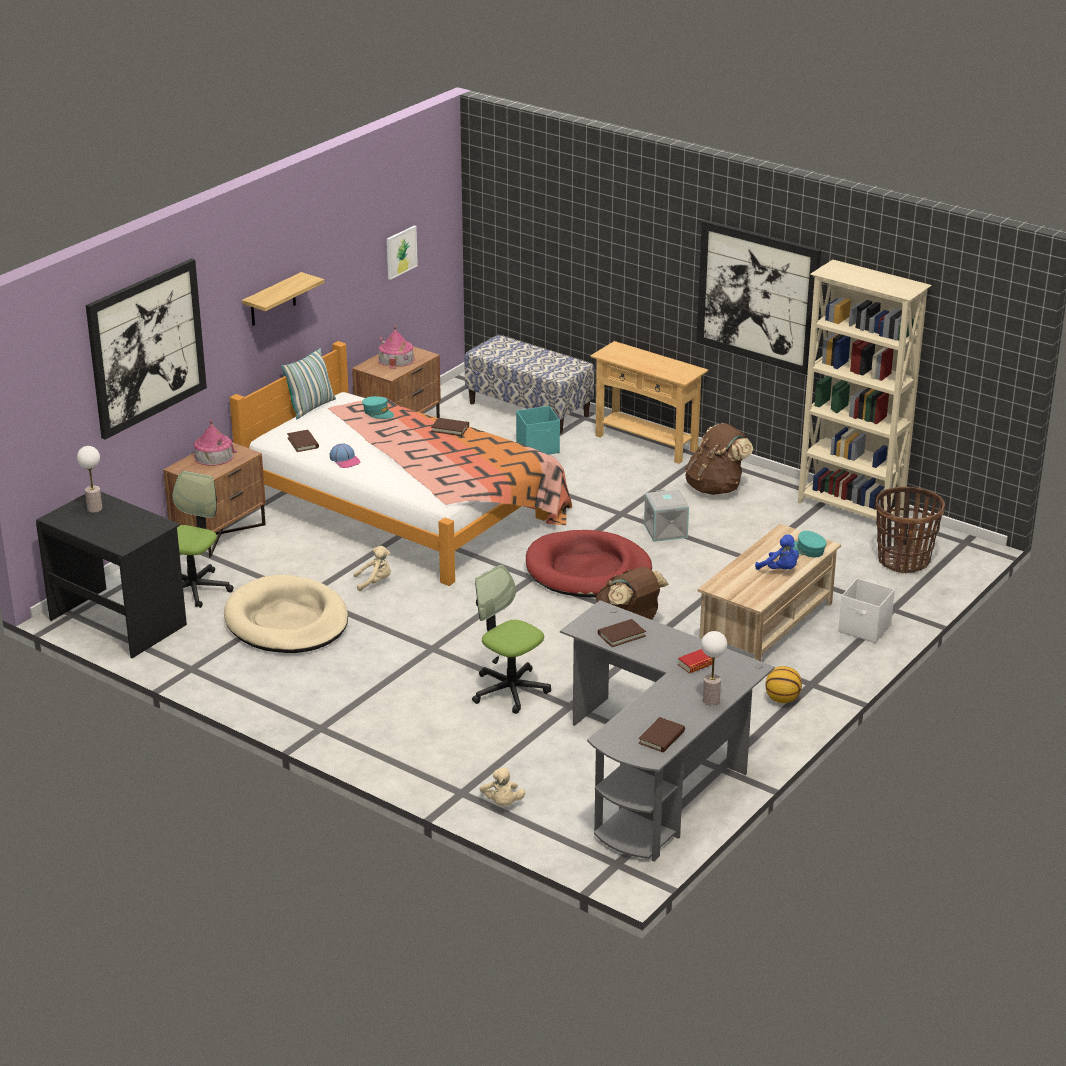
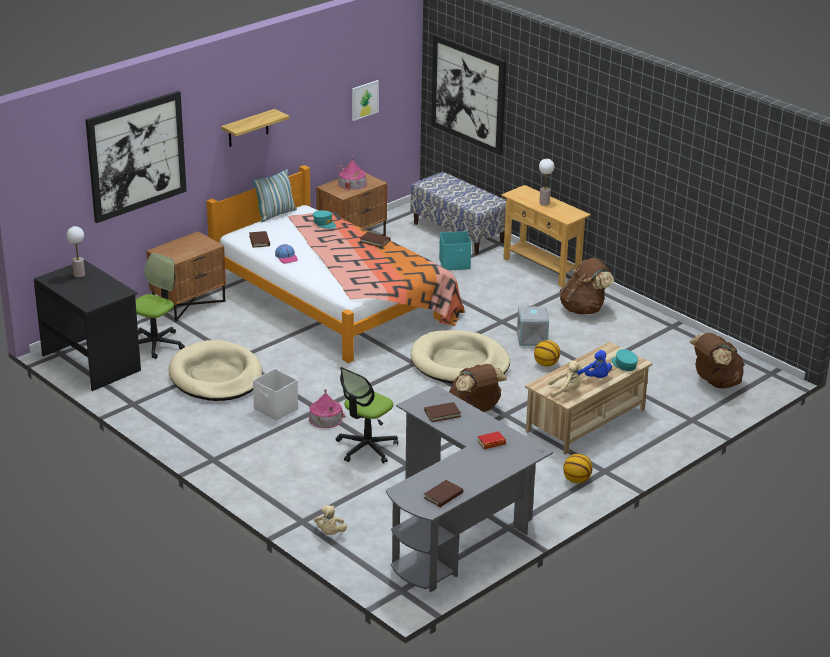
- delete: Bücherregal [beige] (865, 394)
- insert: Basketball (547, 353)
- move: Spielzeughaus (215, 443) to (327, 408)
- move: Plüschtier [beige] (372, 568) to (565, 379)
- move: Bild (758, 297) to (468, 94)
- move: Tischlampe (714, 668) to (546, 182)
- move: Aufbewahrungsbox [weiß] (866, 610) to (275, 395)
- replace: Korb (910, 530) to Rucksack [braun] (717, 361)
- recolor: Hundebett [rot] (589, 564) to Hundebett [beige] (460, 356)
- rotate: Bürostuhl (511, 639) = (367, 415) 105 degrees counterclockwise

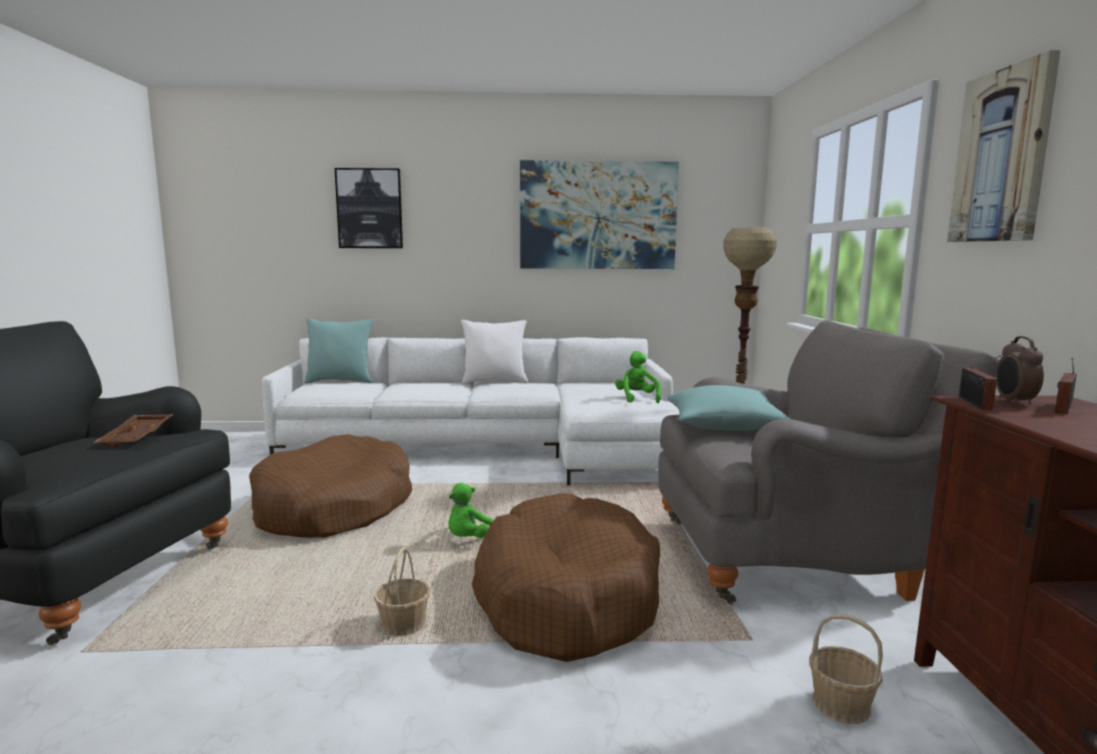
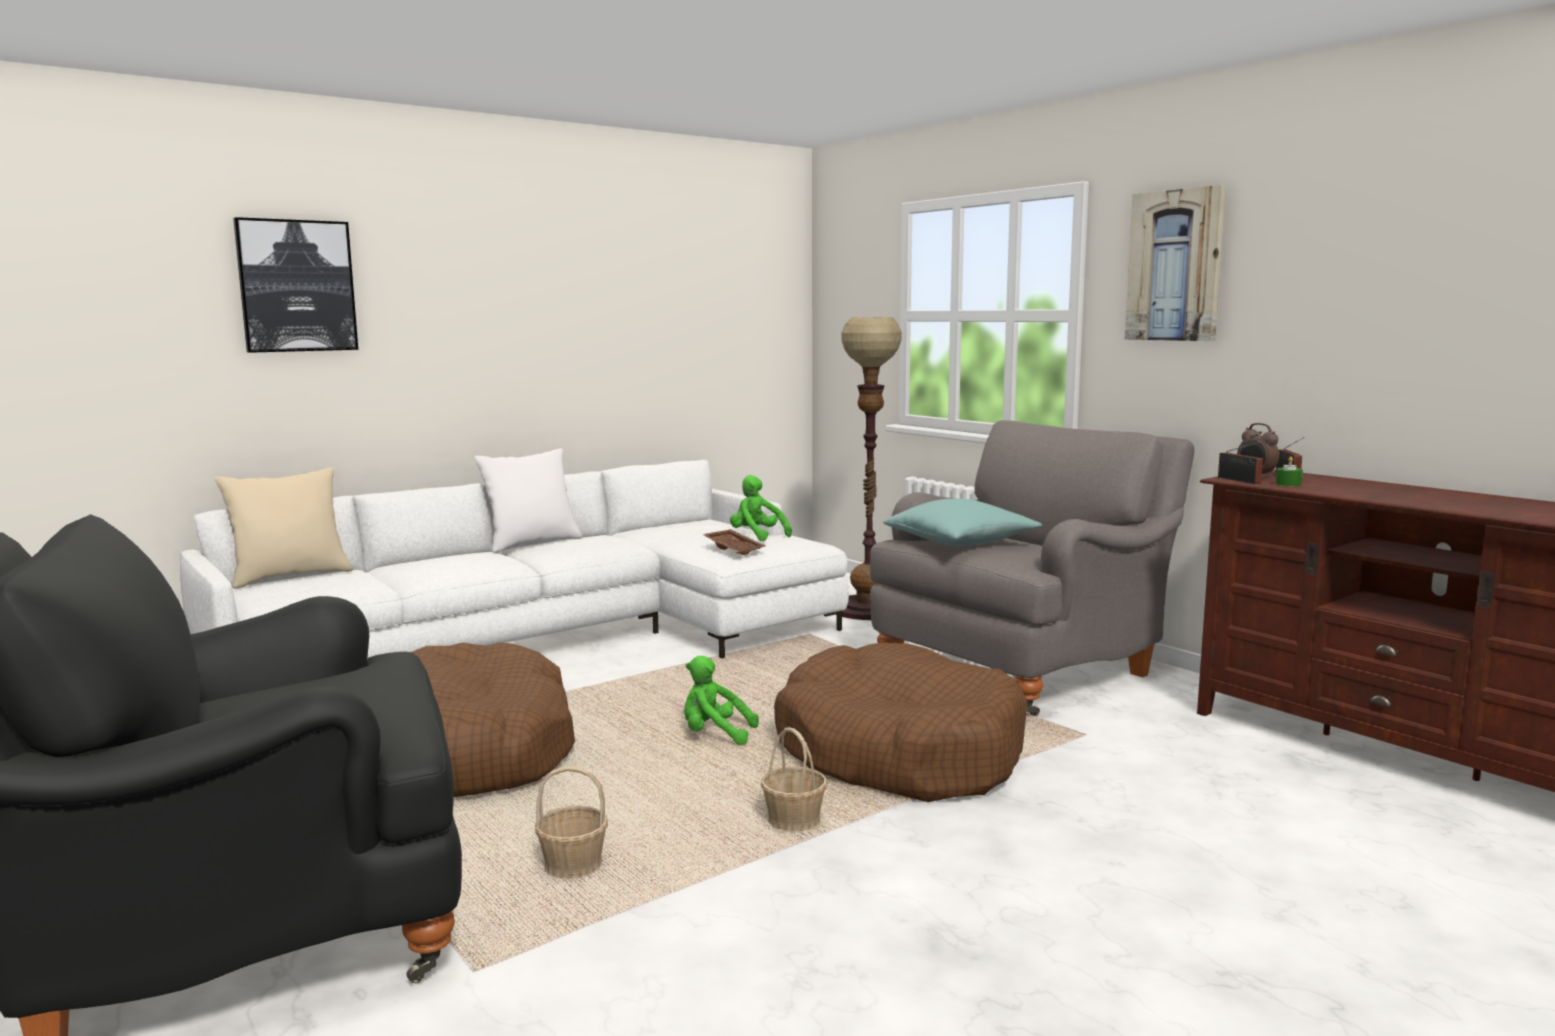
- delete: Bild (599, 214)
- insert: Kerze [grün] (1289, 471)
- move: Tablett [braun] (133, 430) to (734, 542)
- move: Korb (846, 669) to (571, 822)
- recolor: Kissen [türkis] (338, 351) to Kissen [beige] (284, 528)
- rotate: Plüschtier [grün] (471, 510) = (721, 700) 105 degrees clockwise

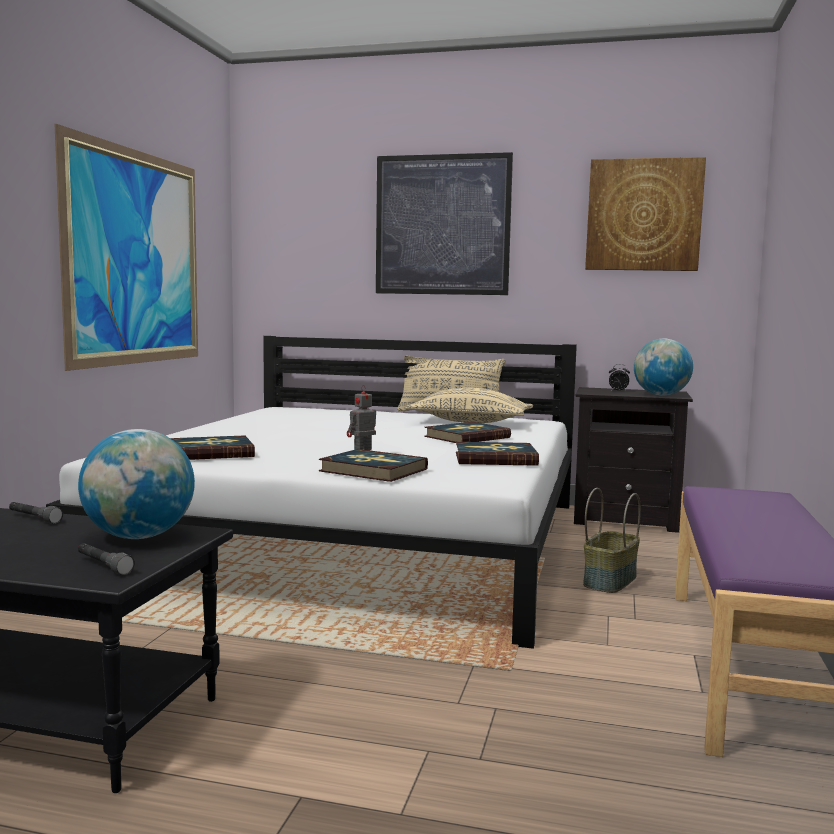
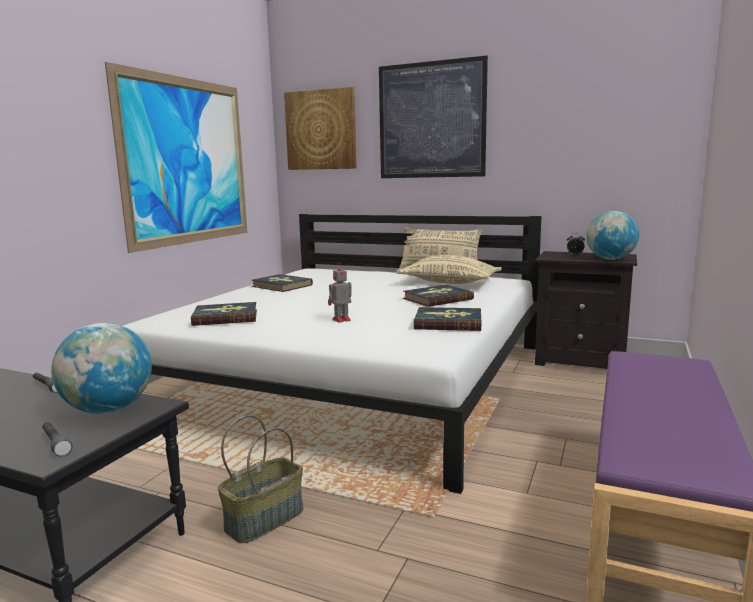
- move: Buch (373, 465) to (282, 283)
- move: Korb (612, 540) to (261, 479)
- move: Bild (645, 214) to (320, 128)

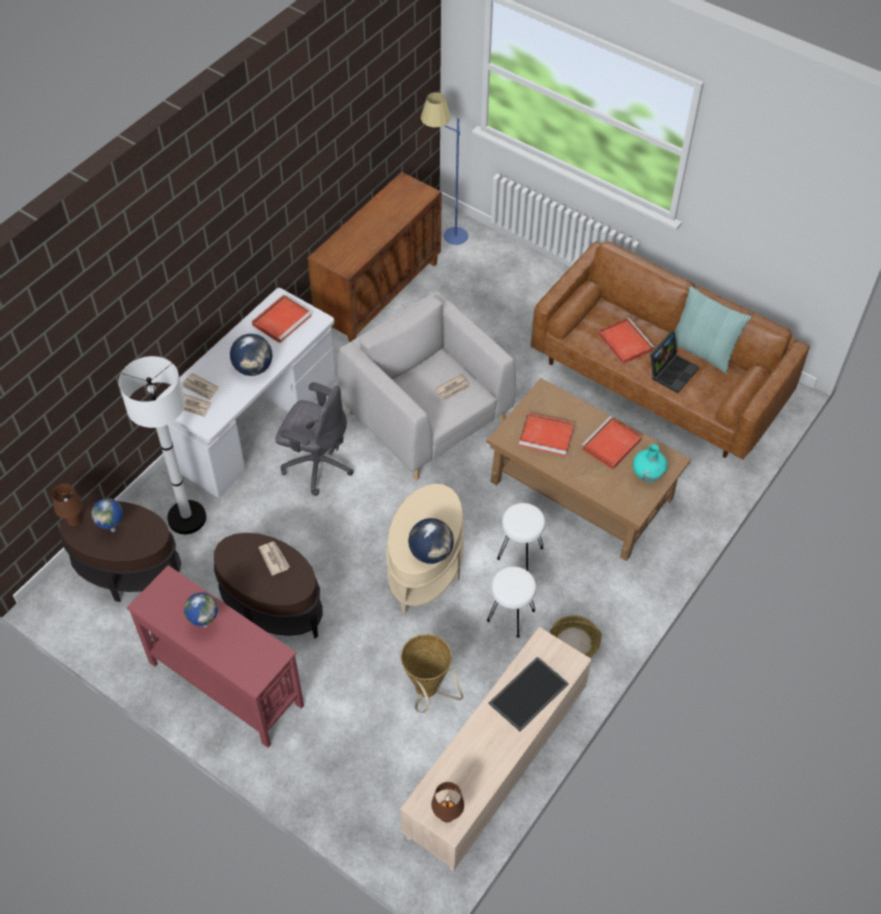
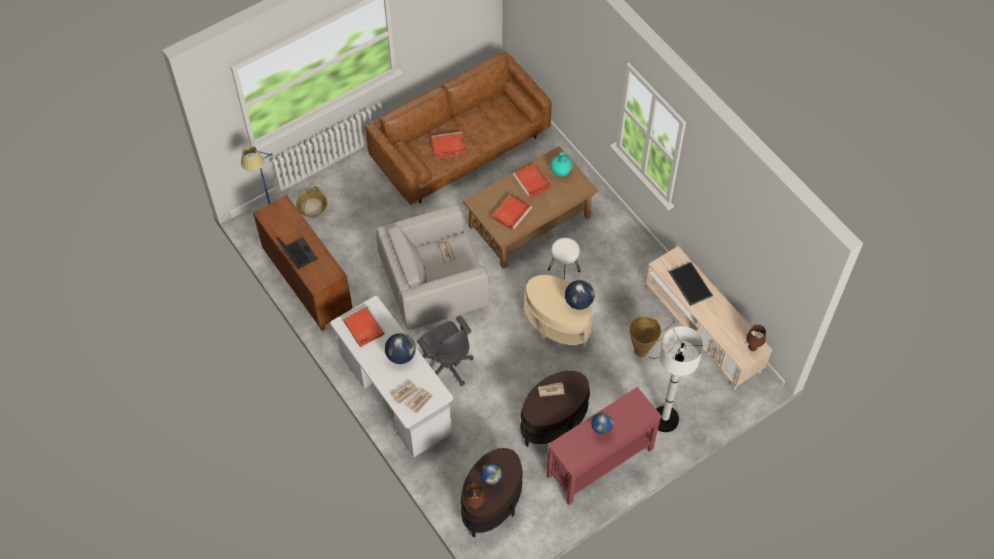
- delete: Hocker [weiß] (511, 602)
- delete: Kissen (713, 330)
- move: Stehlampe [weiß] (162, 445) to (679, 379)
- move: Korb (576, 636) to (311, 201)
- move: Laptop (674, 361) to (296, 253)
- rotate: Bürostuhl [grau] (314, 439) = (445, 351) 105 degrees clockwise

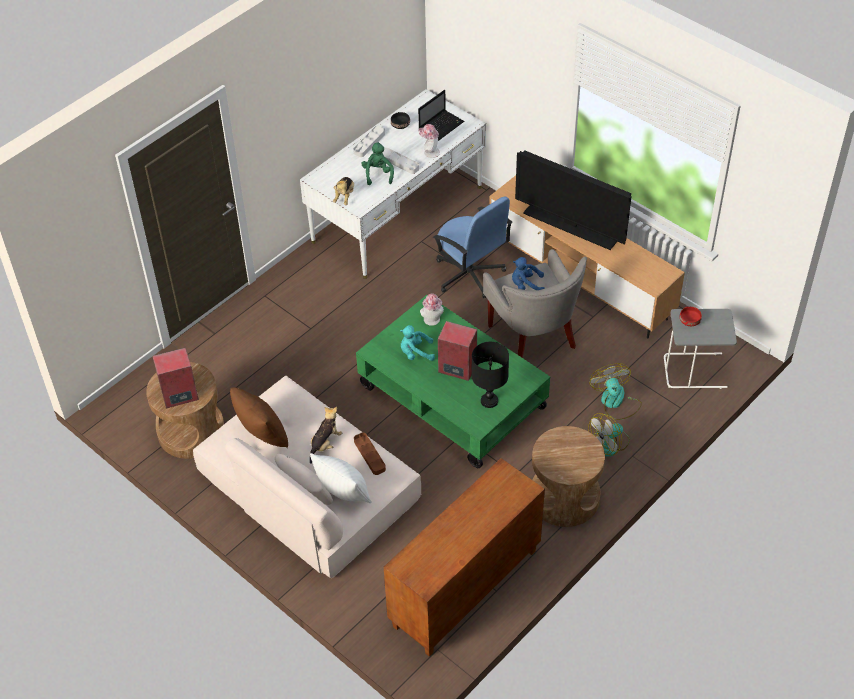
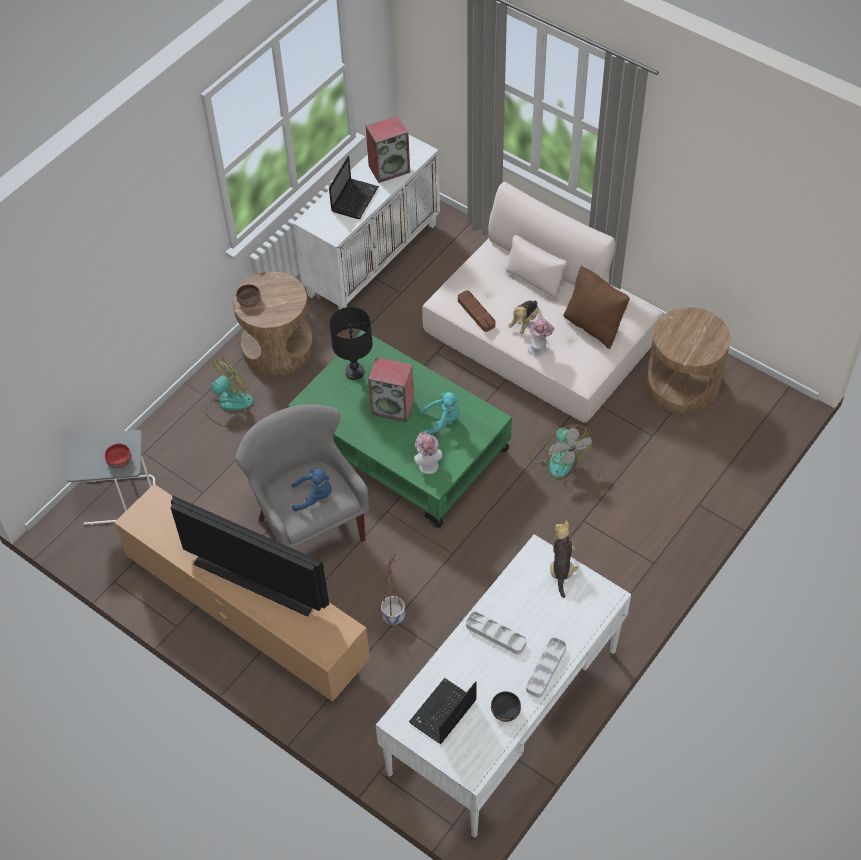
- delete: Kissen [weiß] (341, 478)
- delete: Plüschtier [grün] (377, 163)
- insert: Schüssel [braun] (248, 295)
- insert: Laptop (354, 187)
- move: Lautsprecher (176, 377) to (388, 149)
- move: Hut (429, 141) to (541, 337)
- move: Ventilator (615, 391) to (561, 451)
- replace: Bürostuhl [blau] (472, 247) to Pflanzkübel (393, 589)
- recolor: Schrank [braun] (464, 557) to Schrank [weiß] (366, 222)

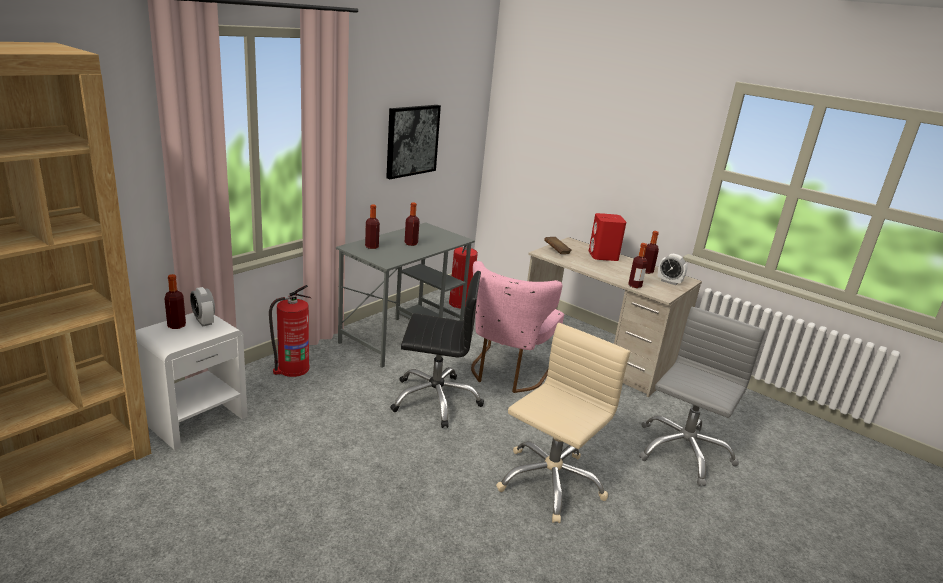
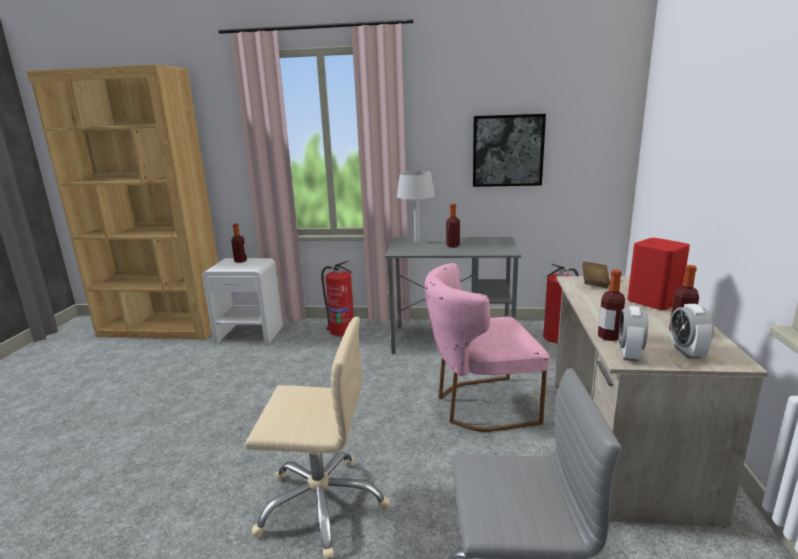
- delete: Bürostuhl [schwarz] (437, 349)
- move: Wecker (202, 307) to (633, 334)
- replace: Flasche (372, 226) to Tischlampe [grau] (416, 207)

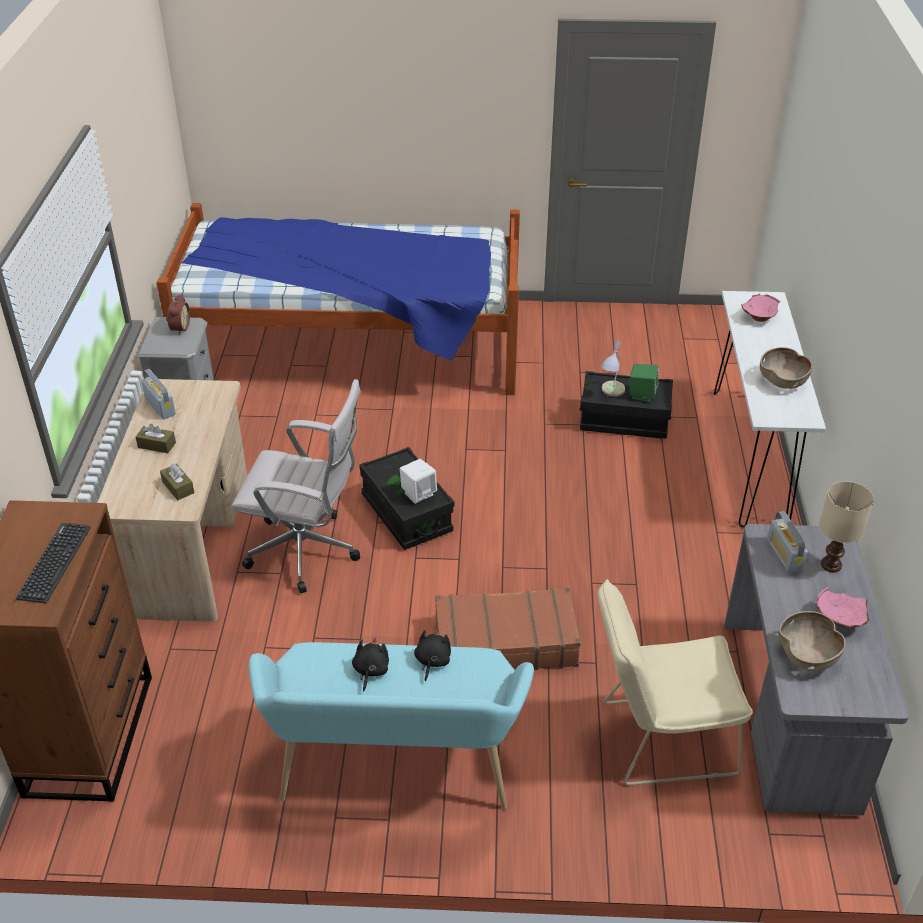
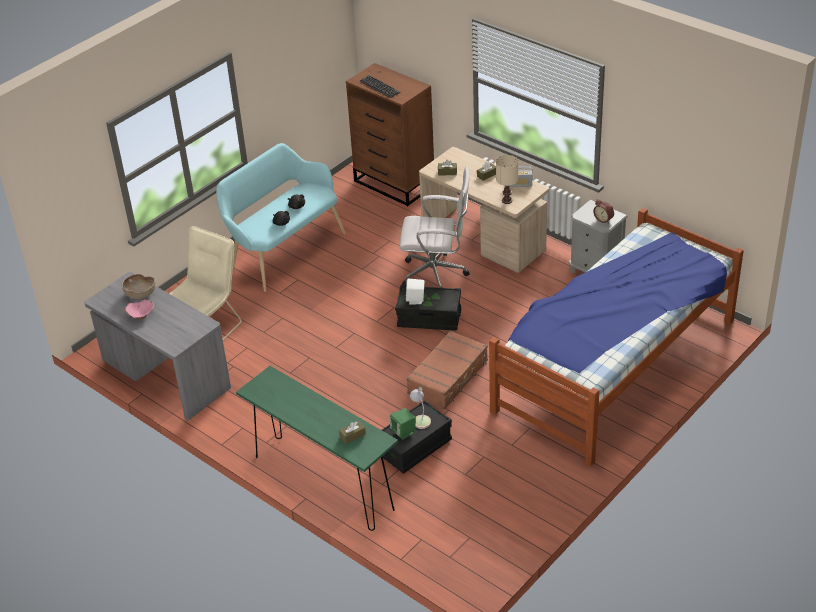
- delete: Schüssel [braun] (786, 368)
- delete: Radio (787, 542)
- move: Koffer [braun] (508, 629) to (447, 370)
- move: Tischlampe [beige] (846, 526) to (507, 179)
- replace: Schüssel [rosa] (760, 308) to Taschentuchbox [braun] (352, 432)
- recolor: Konsolentisch [weiß] (770, 409) to Konsolentisch [grün] (317, 448)
- rotate: Bürostuhl [weiß] (296, 486) = (434, 227) 135 degrees counterclockwise

